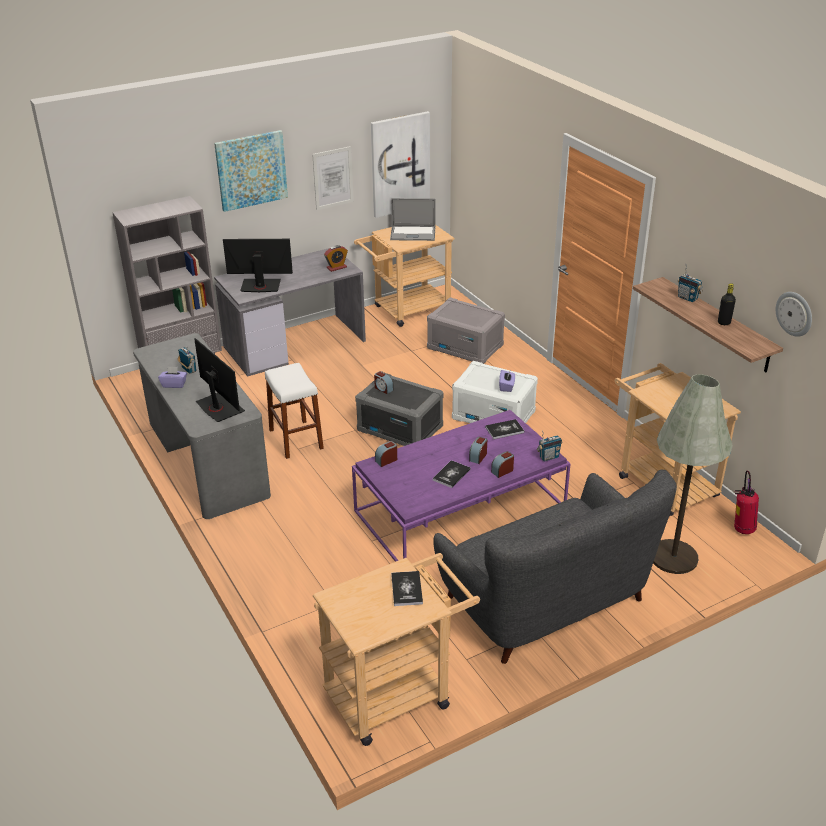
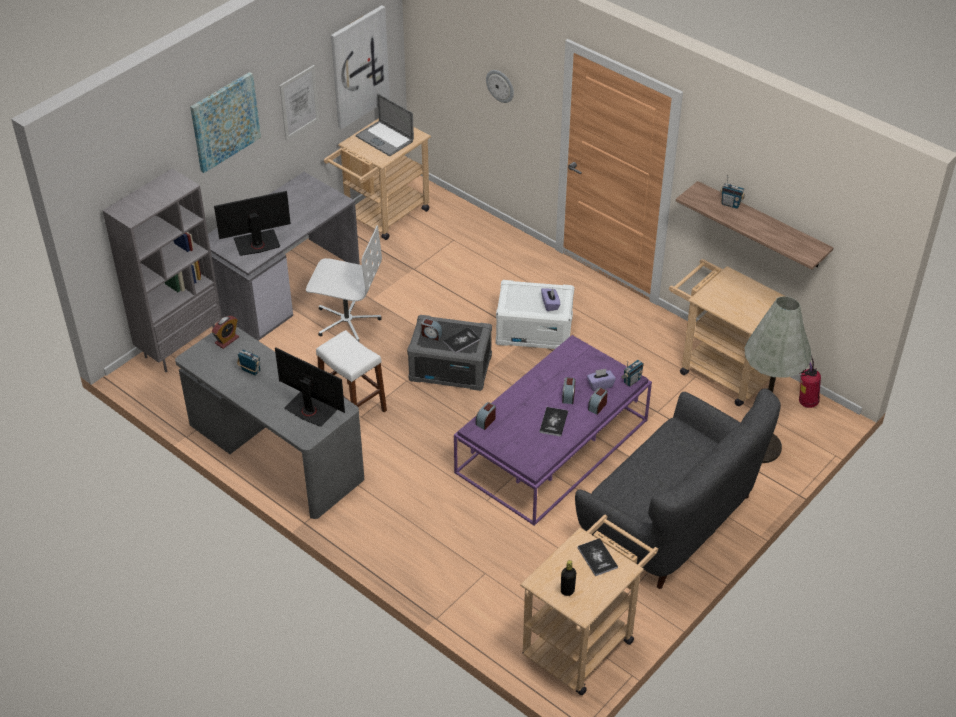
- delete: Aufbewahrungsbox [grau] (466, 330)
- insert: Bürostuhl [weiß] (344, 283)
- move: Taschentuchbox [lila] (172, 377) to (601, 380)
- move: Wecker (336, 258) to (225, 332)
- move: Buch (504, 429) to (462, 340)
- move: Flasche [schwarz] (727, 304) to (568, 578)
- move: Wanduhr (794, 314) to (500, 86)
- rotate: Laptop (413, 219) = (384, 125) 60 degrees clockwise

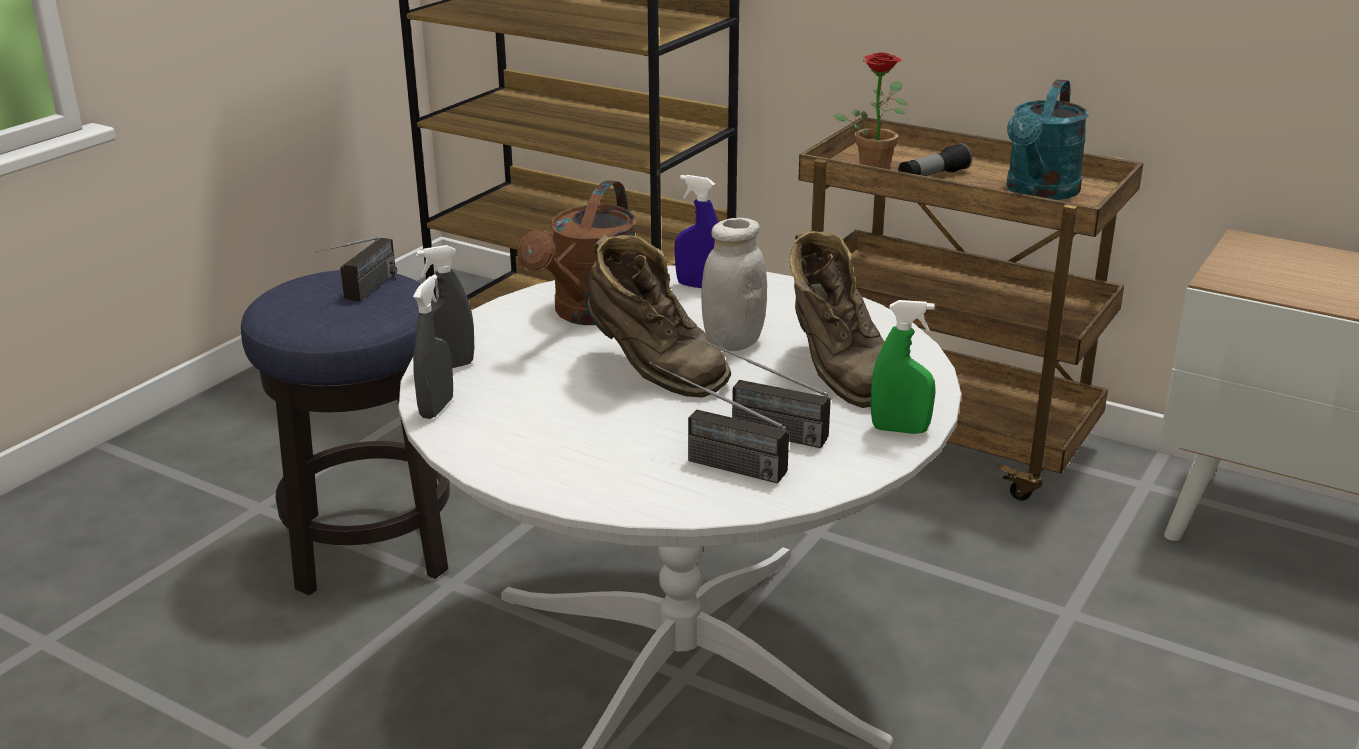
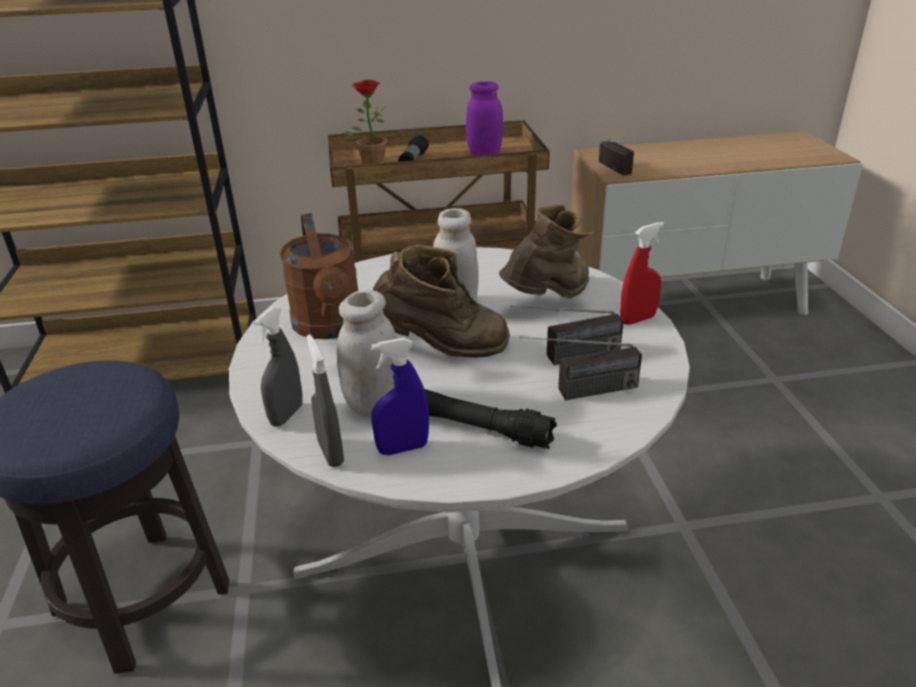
- insert: Vorratsglas [weiß] (367, 354)
- insert: Taschenlampe [schwarz] (491, 419)
- move: Radio (356, 269) to (621, 157)
- move: Sprühflasche [blau] (697, 231) to (400, 396)
- replace: Gießkanne [türkis] (1048, 139) to Vorratsglas [lila] (484, 118)
- recolor: Sprühflasche [grün] (903, 367) to Sprühflasche [rot] (642, 273)
- rotate: Stiefel [braun] (837, 318) = (547, 251) 75 degrees counterclockwise

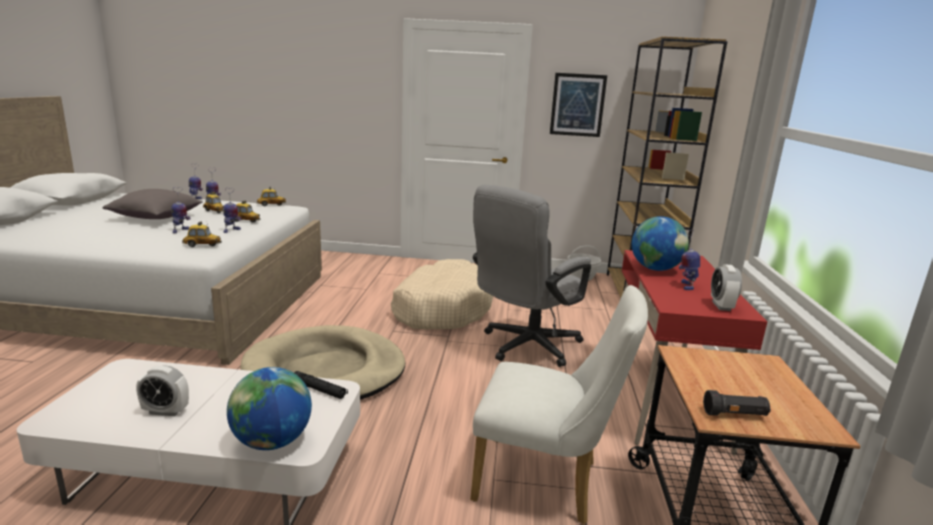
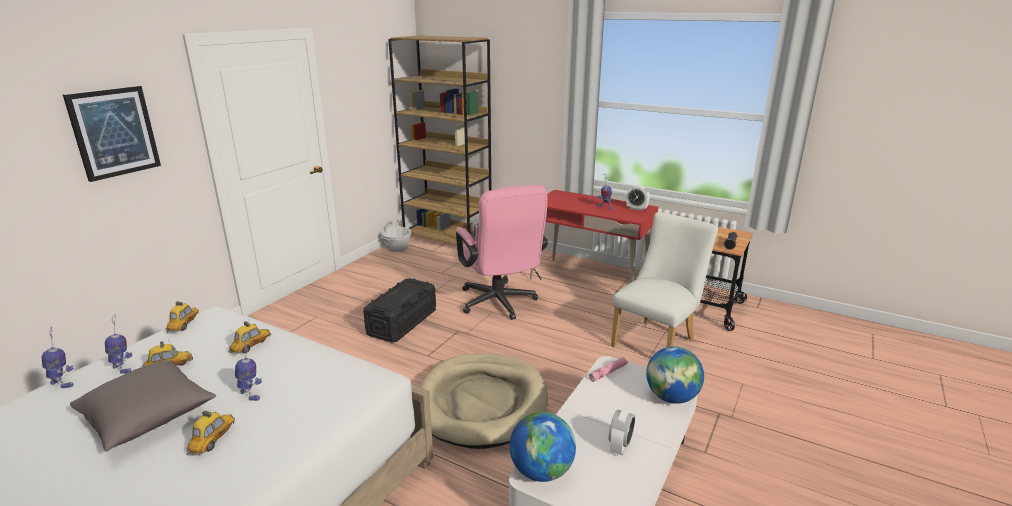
- delete: Spielzeugroboter (232, 210)
- move: Spielzeugauto (202, 234) to (210, 433)
- move: Bild (578, 105) to (112, 134)
- move: Globus (660, 243) to (543, 447)
- replace: Hundebett [beige] (442, 294) to Aufbewahrungsbox [schwarz] (399, 310)
- recolor: Taschenlampe [schwarz] (321, 385) to Taschenlampe [rosa] (608, 369)
- recolor: Bürostuhl [grau] (532, 276) to Bürostuhl [rosa] (502, 252)

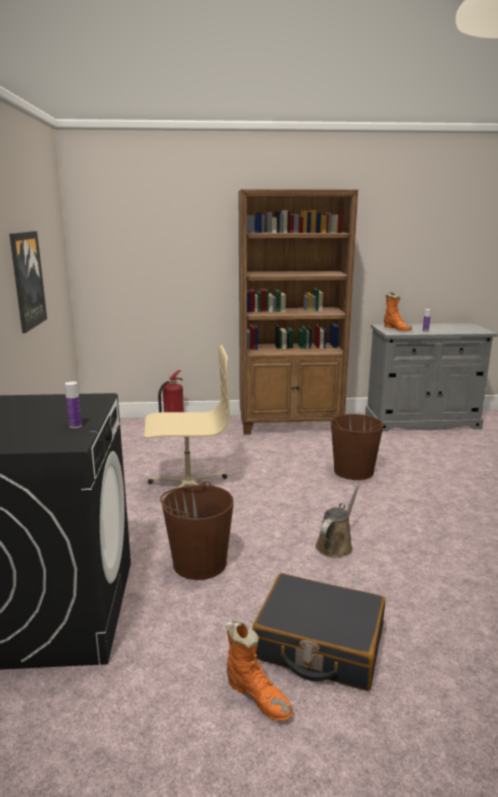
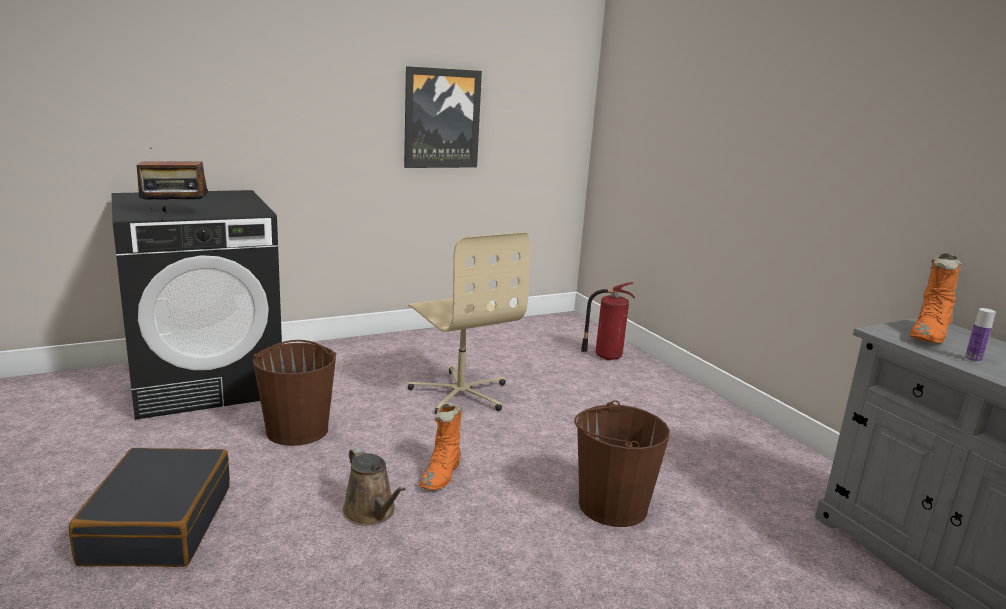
- delete: Bücherregal [braun] (298, 312)
- move: Stiefel [orange] (259, 670) to (440, 446)
- replace: Flasche (73, 404) to Radio (172, 179)
- rotate: Gießkanne [braun] (337, 521) = (374, 486) 45 degrees clockwise

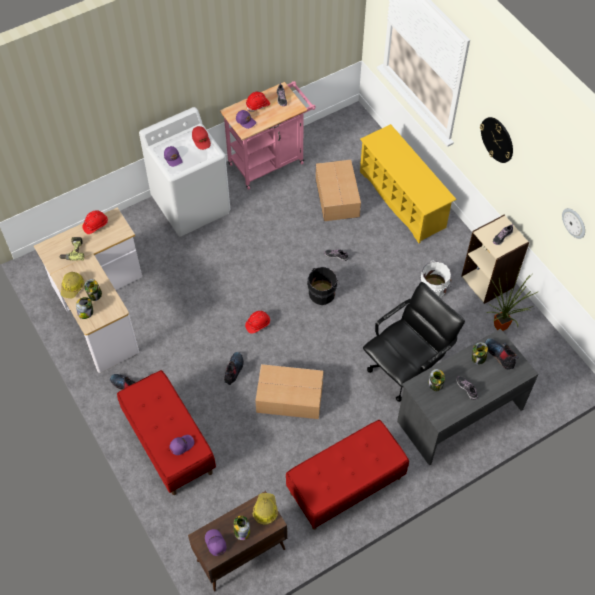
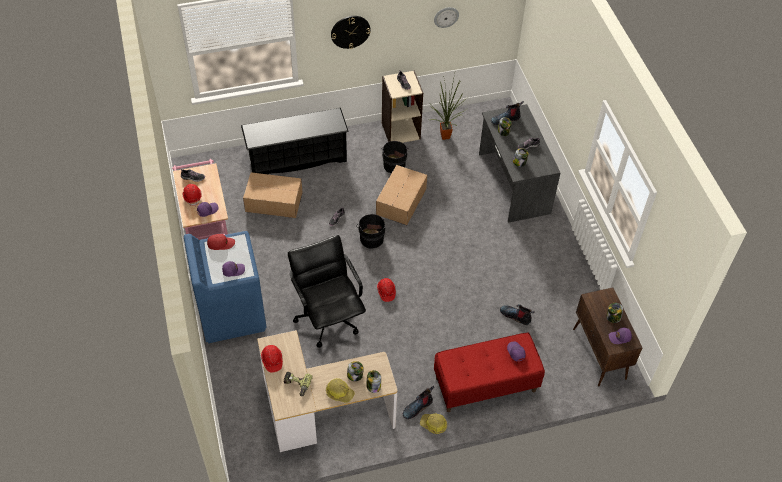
- delete: Bank [rot] (347, 475)
- move: Stiefel (234, 368) to (517, 314)
- move: Schutzhelm (265, 509) to (433, 423)
- move: Karton (289, 391) to (401, 195)
- move: Bürostuhl [schwarz] (414, 342) to (327, 291)
- recolor: Waschmaschine [weiß] (184, 172) to Waschmaschine [blau] (225, 287)
- recolor: Schuhregal [gelb] (408, 183) to Schuhregal [schwarz] (295, 141)
- recolor: Eimer [weiß] (436, 279) to Eimer [schwarz] (395, 157)

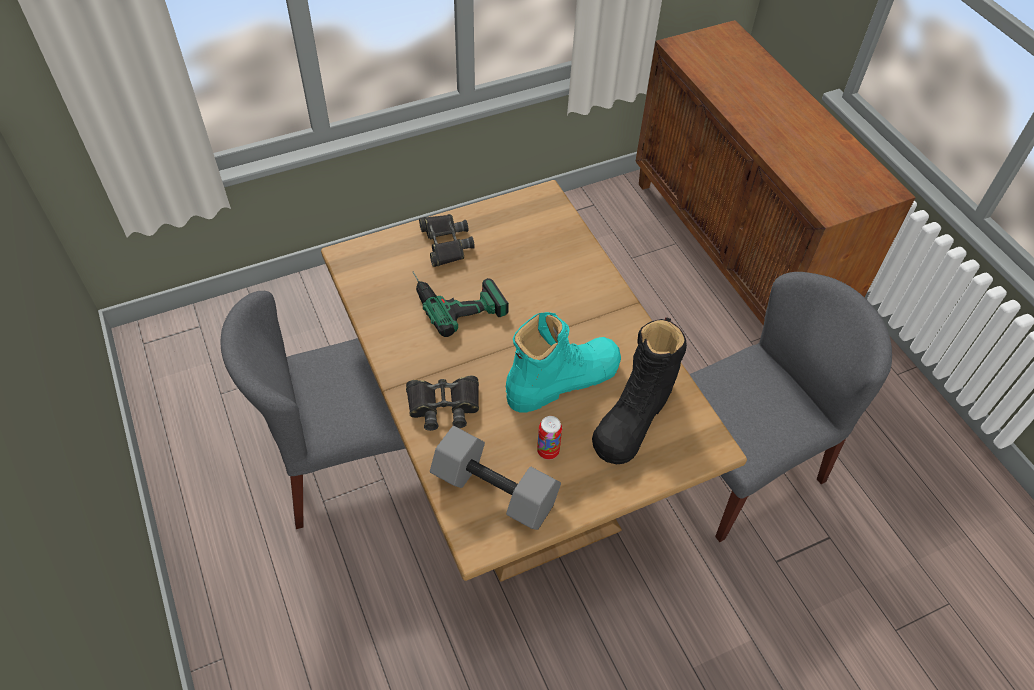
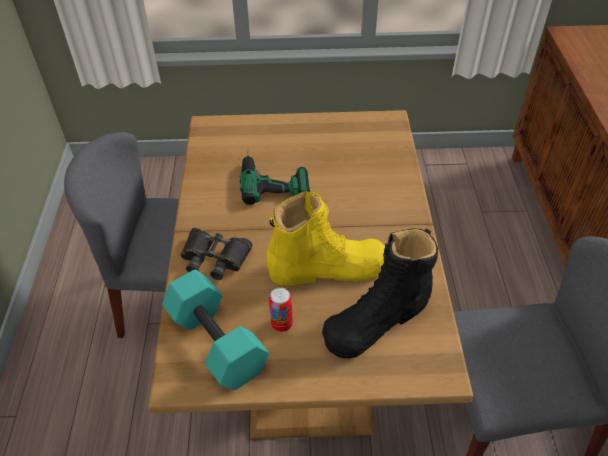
- delete: Fernglas [schwarz] (447, 240)
- recolor: Hantel [grau] (495, 478) to Hantel [türkis] (215, 330)
- recolor: Stiefel [türkis] (563, 362) to Stiefel [gelb] (325, 238)

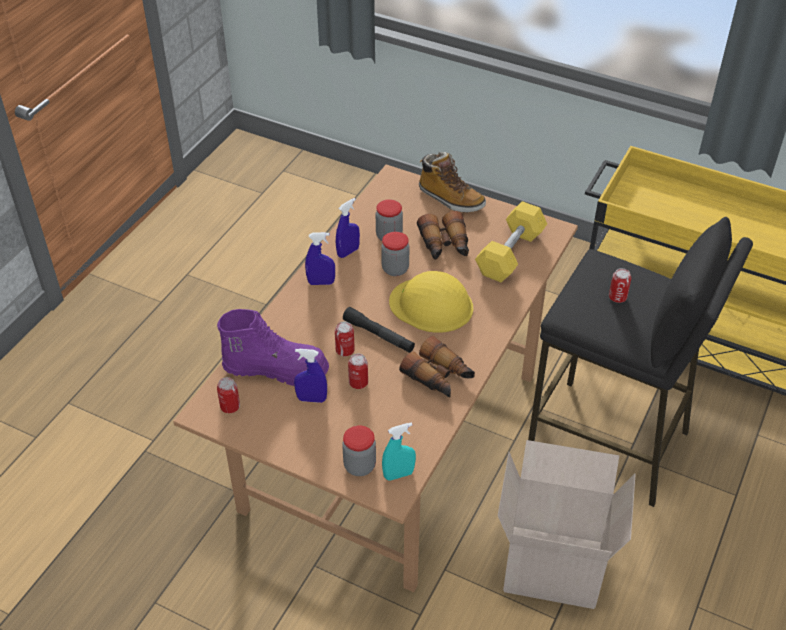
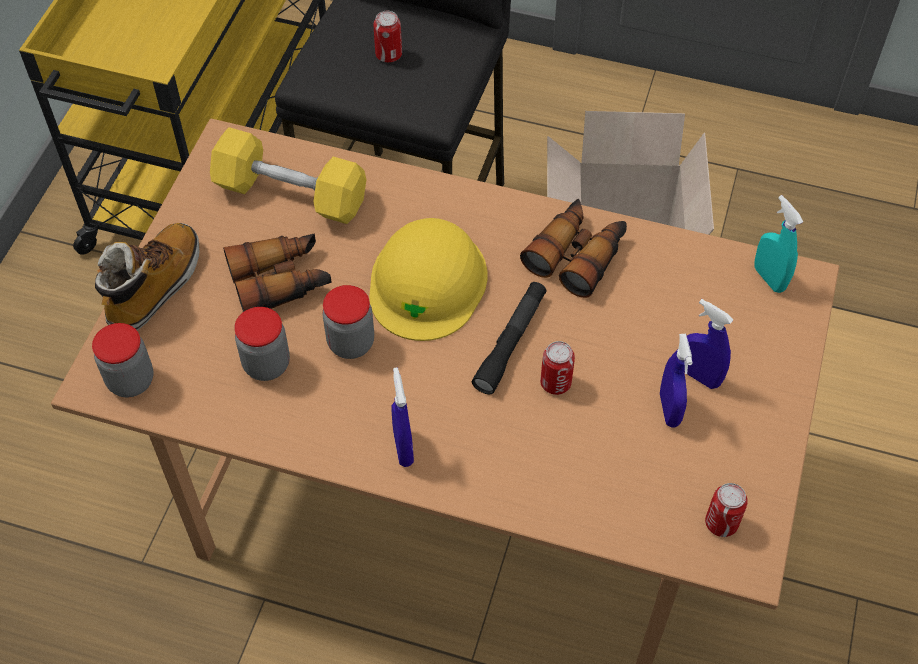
- delete: Stiefel [lila] (273, 347)
- delete: Dose (358, 371)
- move: Sprühflasche [blau] (348, 228) to (710, 344)
- move: Vorratsglas (359, 450) to (122, 360)

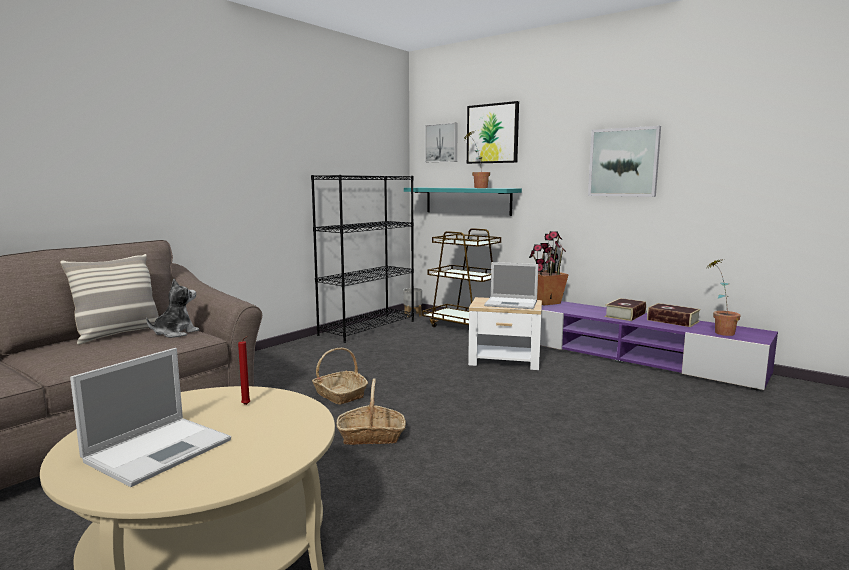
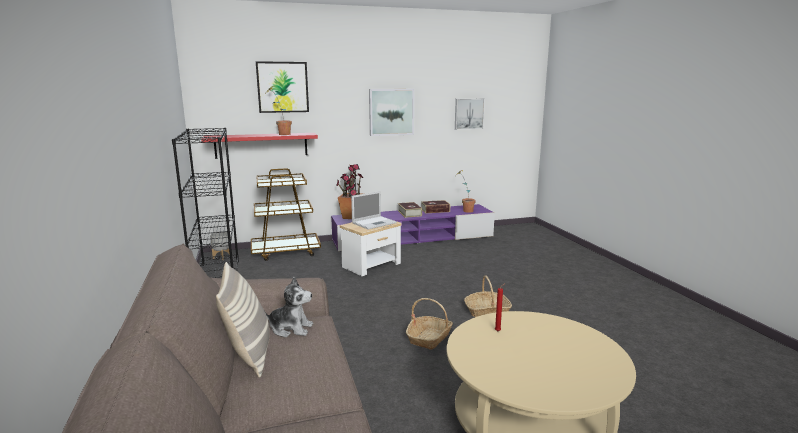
- delete: Laptop (150, 417)
- move: Korb (340, 376) to (488, 296)
- move: Bild (441, 142) to (470, 114)
- recolor: Wandregal [türkis] (463, 202) to Wandregal [rot] (259, 146)
- rotate: Plüschtier (172, 308) = (289, 307) 120 degrees clockwise

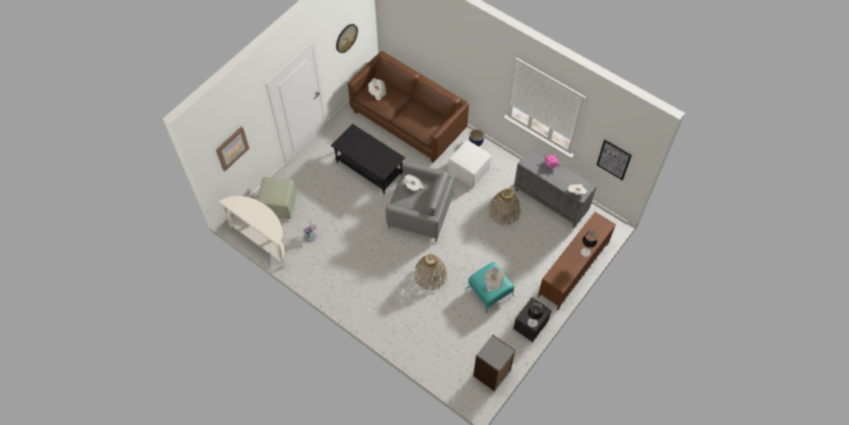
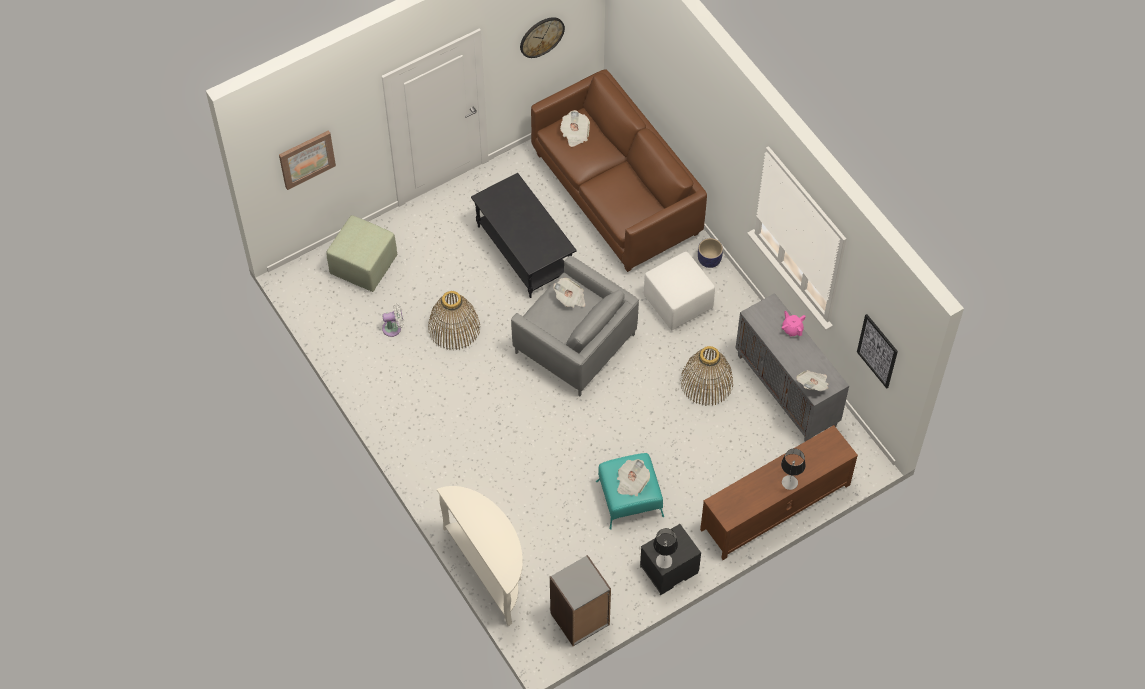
- move: Konsolentisch [weiß] (252, 231) to (480, 556)
- move: Korb (430, 272) to (454, 320)

